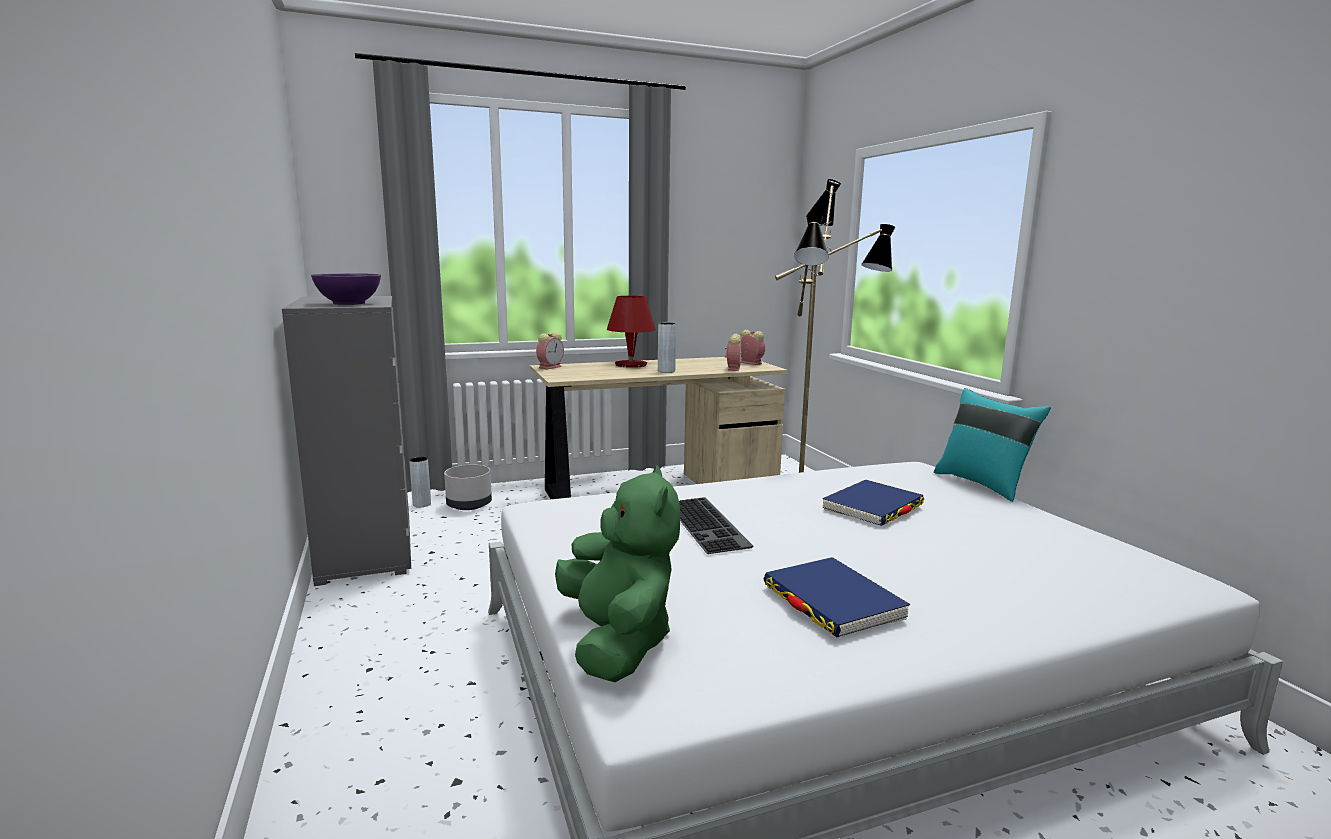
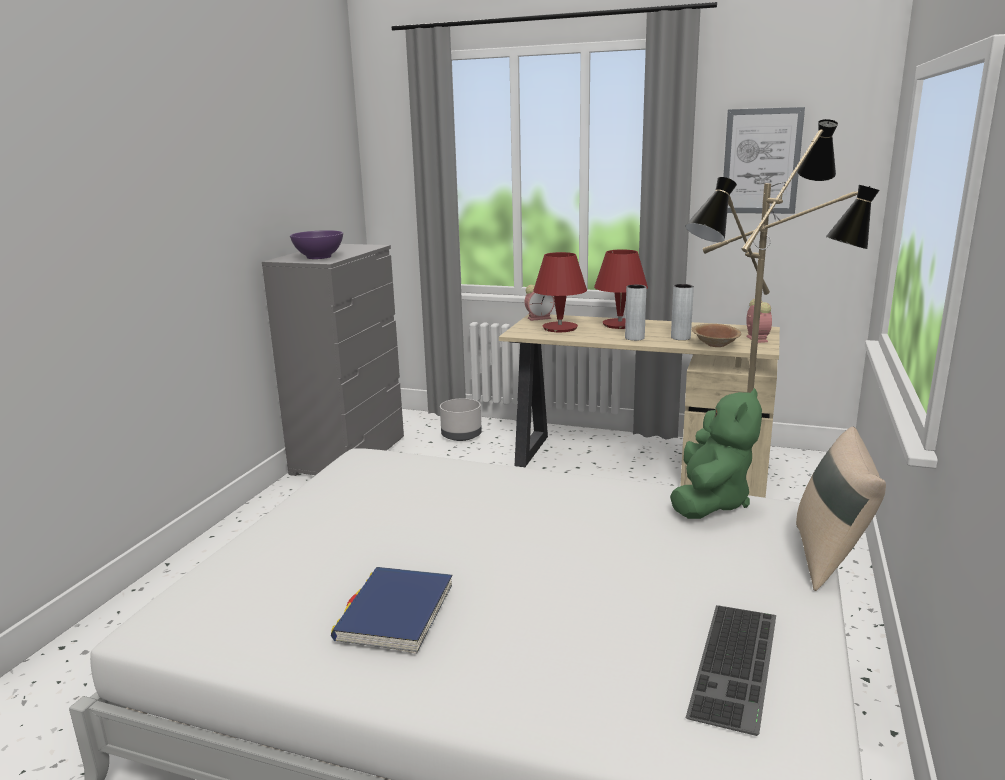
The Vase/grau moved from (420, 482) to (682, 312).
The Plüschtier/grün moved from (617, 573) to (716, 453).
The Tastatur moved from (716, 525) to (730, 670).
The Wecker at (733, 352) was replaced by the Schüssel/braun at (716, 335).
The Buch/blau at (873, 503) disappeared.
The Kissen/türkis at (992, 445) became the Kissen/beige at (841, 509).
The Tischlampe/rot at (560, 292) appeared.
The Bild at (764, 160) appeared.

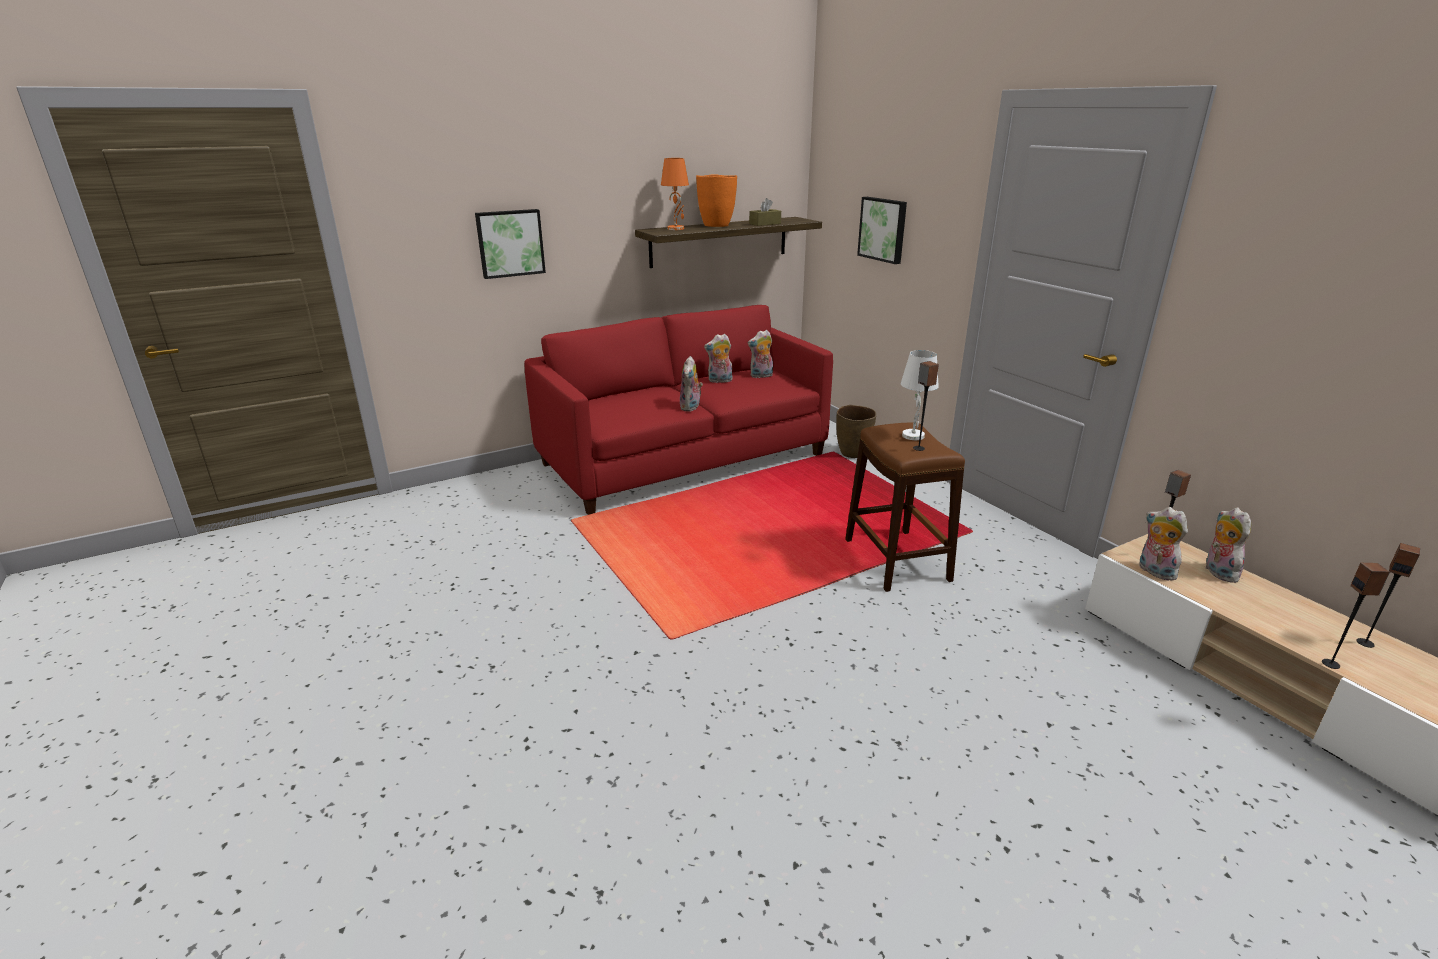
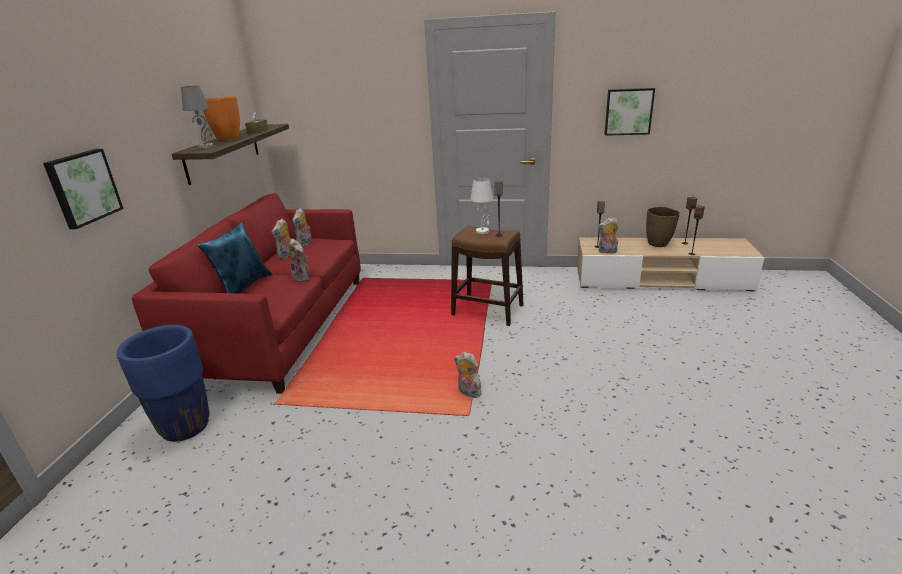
The Tischlampe/orange at (675, 194) became the Tischlampe/grau at (197, 117).
The Vase/braun moved from (856, 431) to (663, 227).
The Bild moved from (882, 230) to (629, 112).
The Plüschtier moved from (1227, 545) to (468, 375).
The Pflanzkübel/blau at (163, 383) appeared.
The Kissen/blau at (235, 258) appeared.

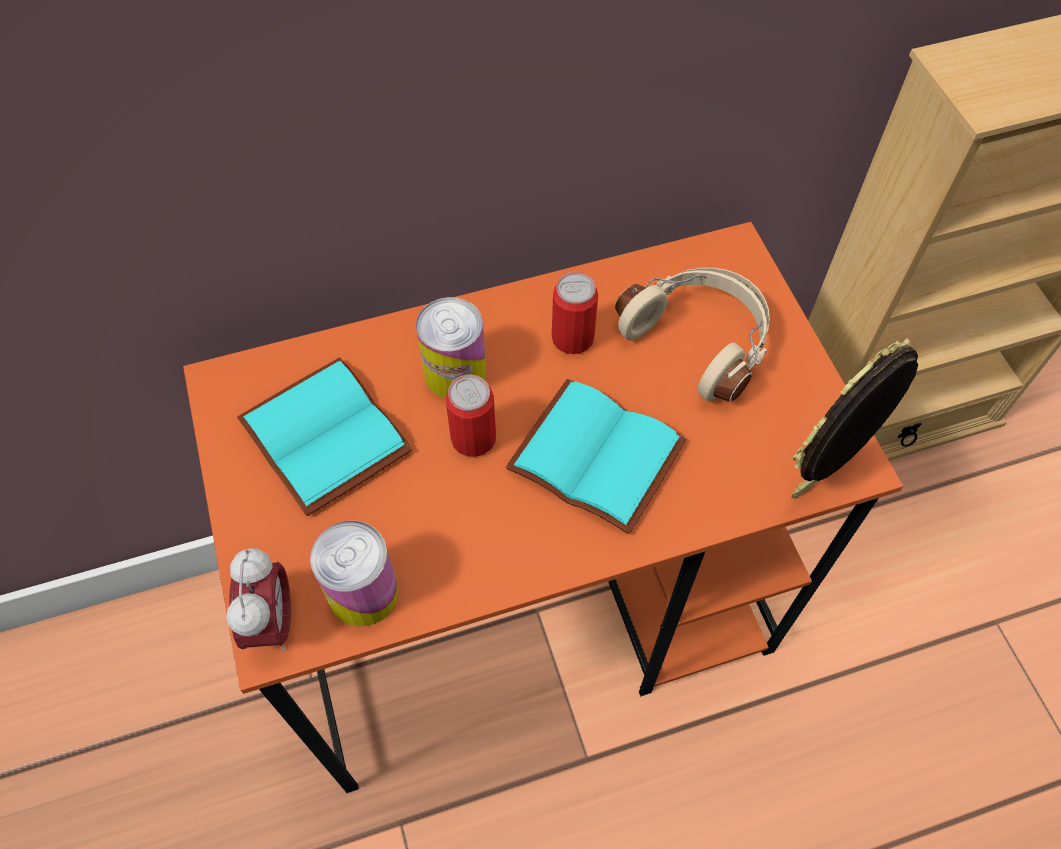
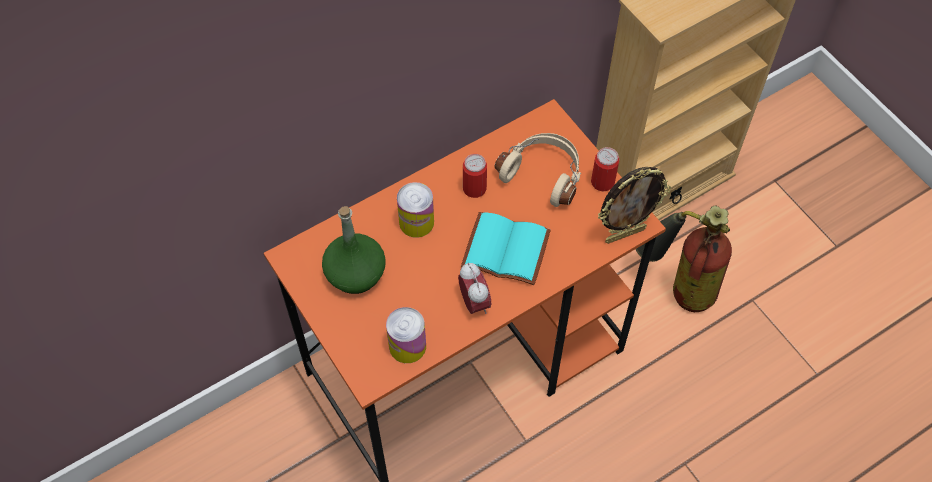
The Wecker moved from (259, 599) to (474, 288).
The Buch/türkis at (324, 436) was replaced by the Flasche/grün at (354, 250).
The Dose moved from (471, 415) to (605, 169).
The Bilderrahmen at (854, 419) turned 150 degrees counterclockwise.
The Feuerlöscher at (684, 259) appeared.

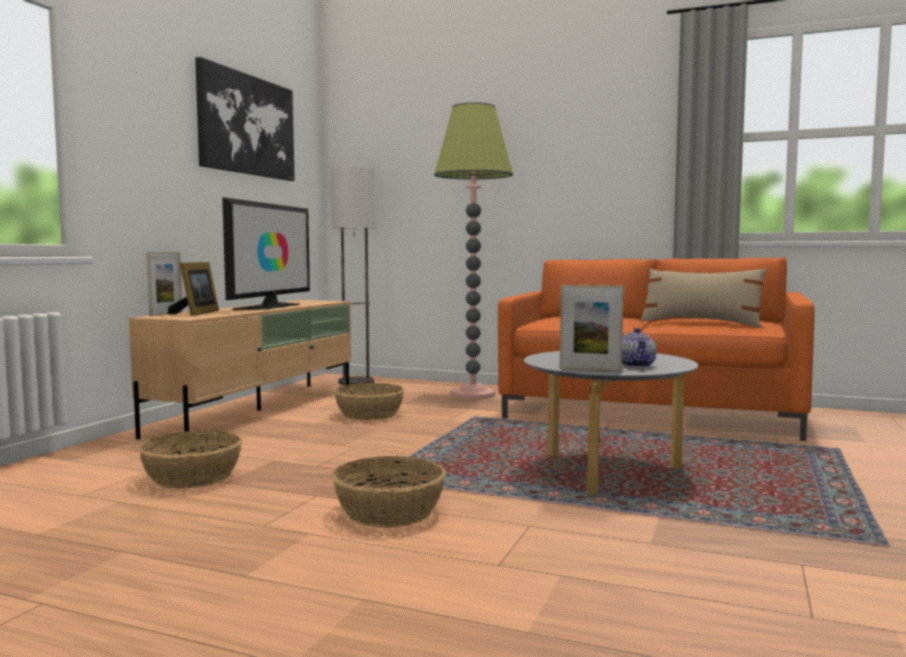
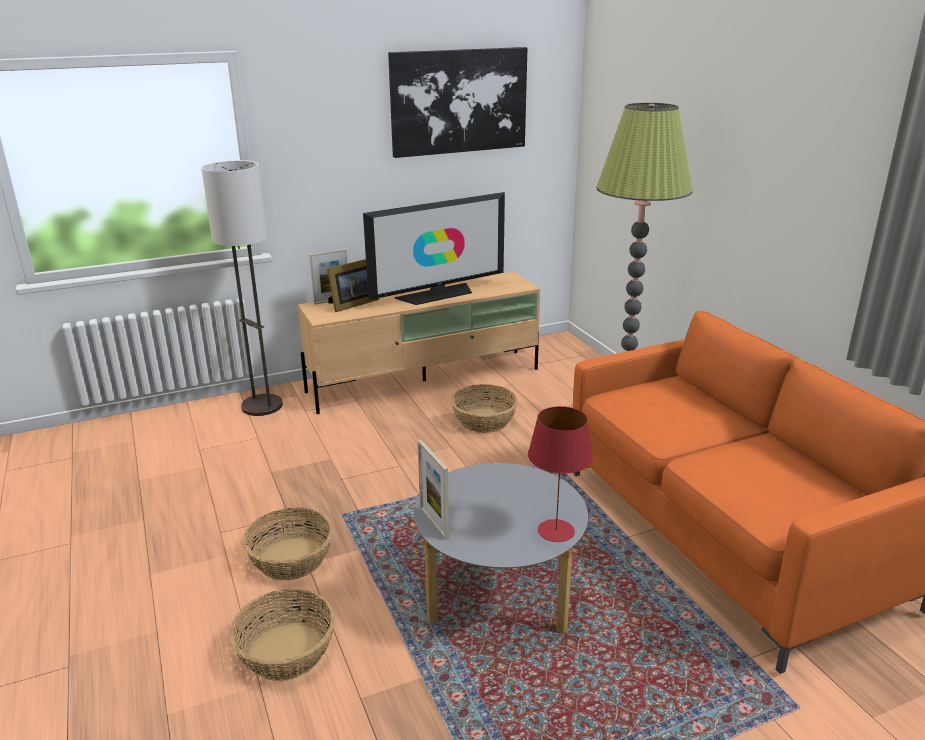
The Korb moved from (190, 459) to (282, 635).
The Stehlampe moved from (353, 275) to (242, 288).
The Teekanne at (639, 348) disappeared.
The Kissen/beige at (703, 297) disappeared.
The Tischlampe/rot at (560, 474) appeared.

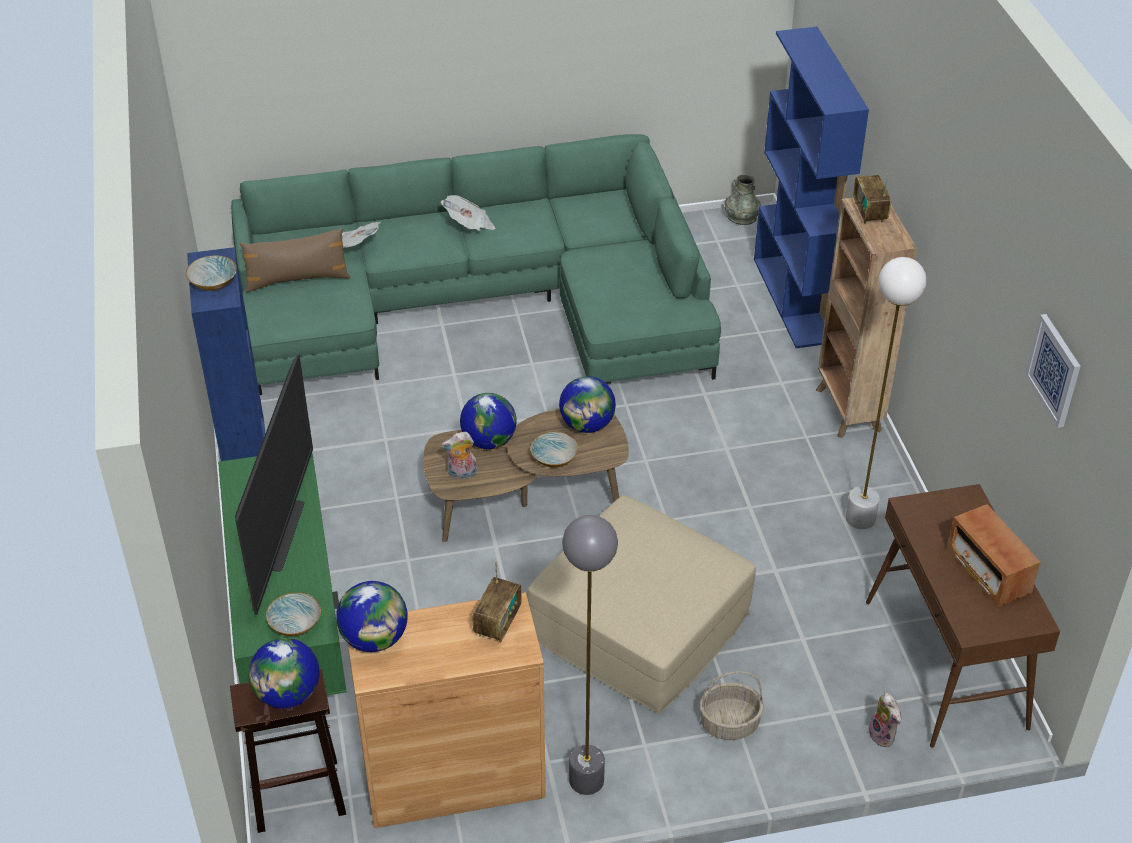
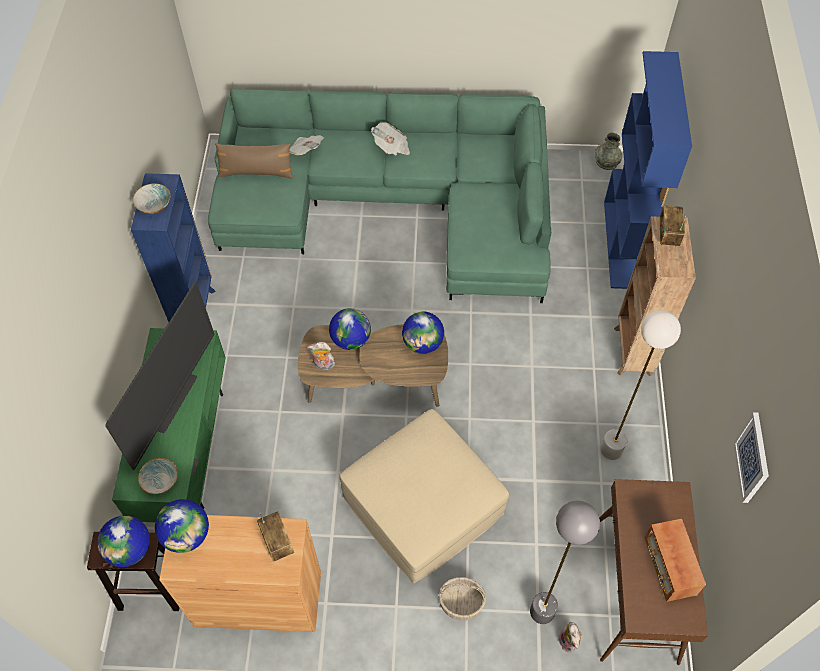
The Radio at (497, 602) turned 60 degrees counterclockwise.
The Schüssel at (554, 450) disappeared.
The Stehlampe/grau moved from (590, 655) to (565, 562).

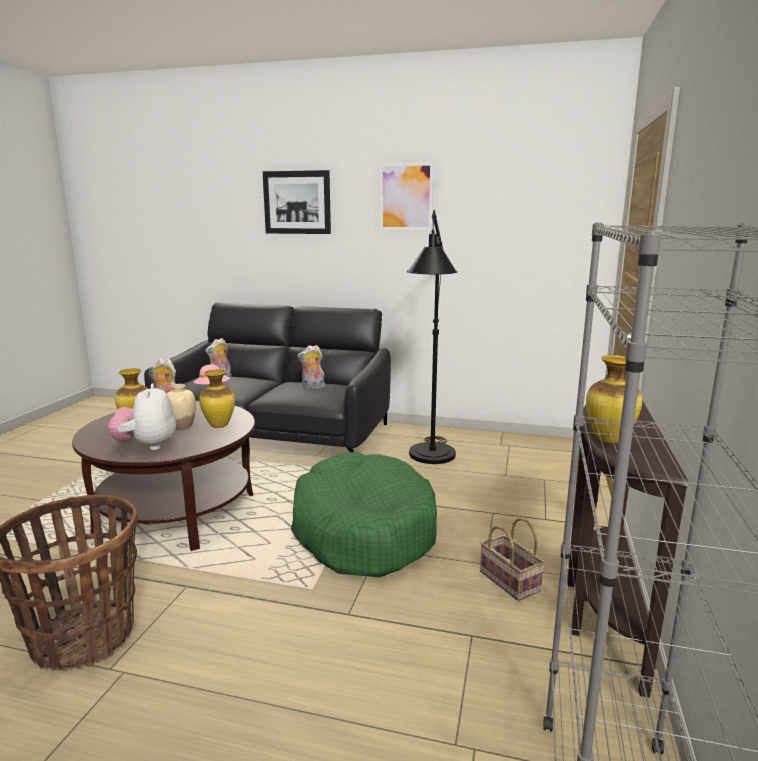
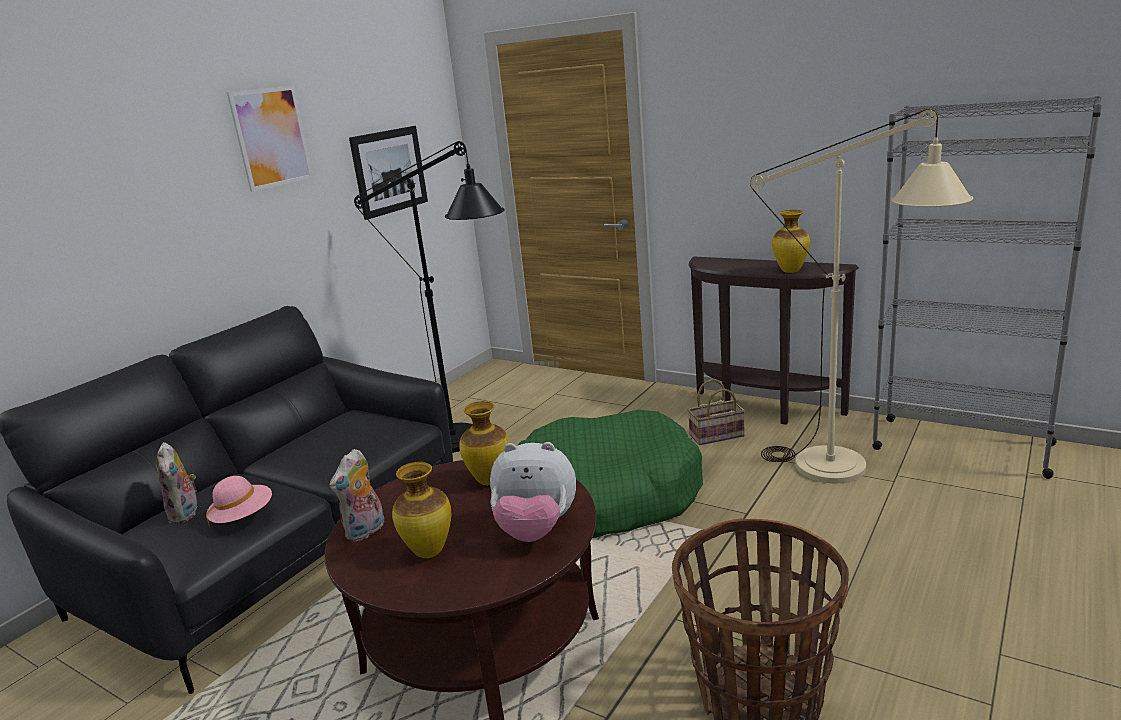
The Vase/beige at (181, 406) disappeared.
The Bild moved from (297, 202) to (388, 173).
The Plüschtier at (311, 367) disappeared.
The Stehlampe/beige at (861, 296) appeared.

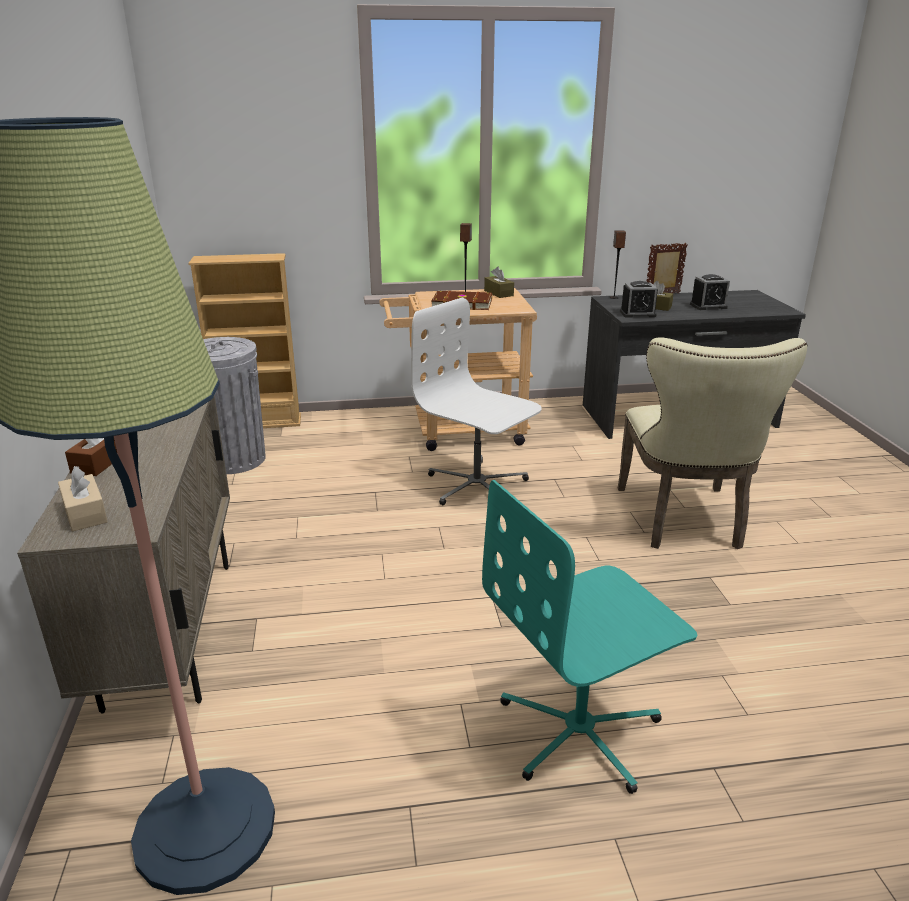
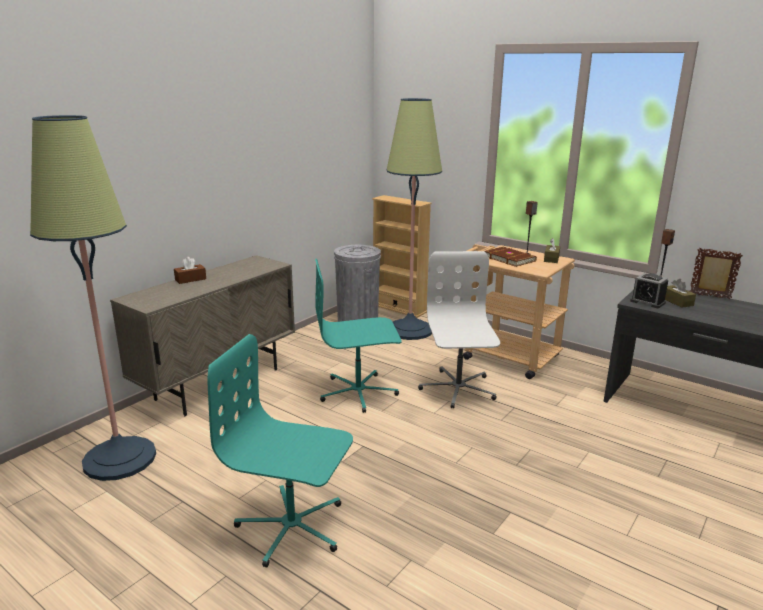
The Taschentuchbox/beige at (83, 498) disappeared.
The Stuhl/beige at (713, 443) disappeared.
The Wecker at (710, 292) disappeared.
The Bürostuhl/türkis at (358, 336) appeared.
The Stehlampe at (414, 219) appeared.

